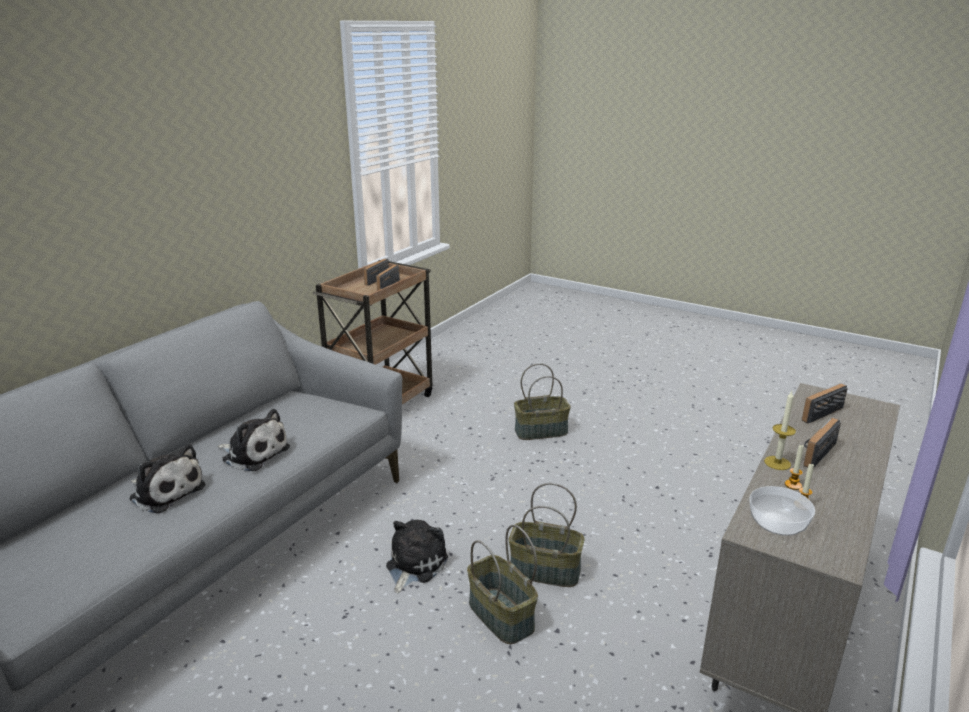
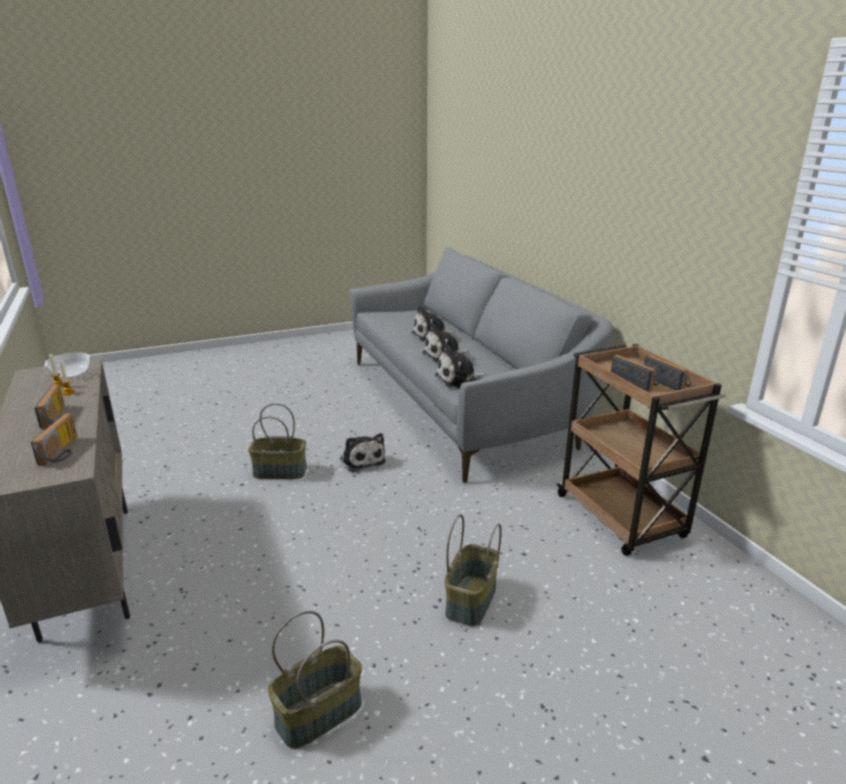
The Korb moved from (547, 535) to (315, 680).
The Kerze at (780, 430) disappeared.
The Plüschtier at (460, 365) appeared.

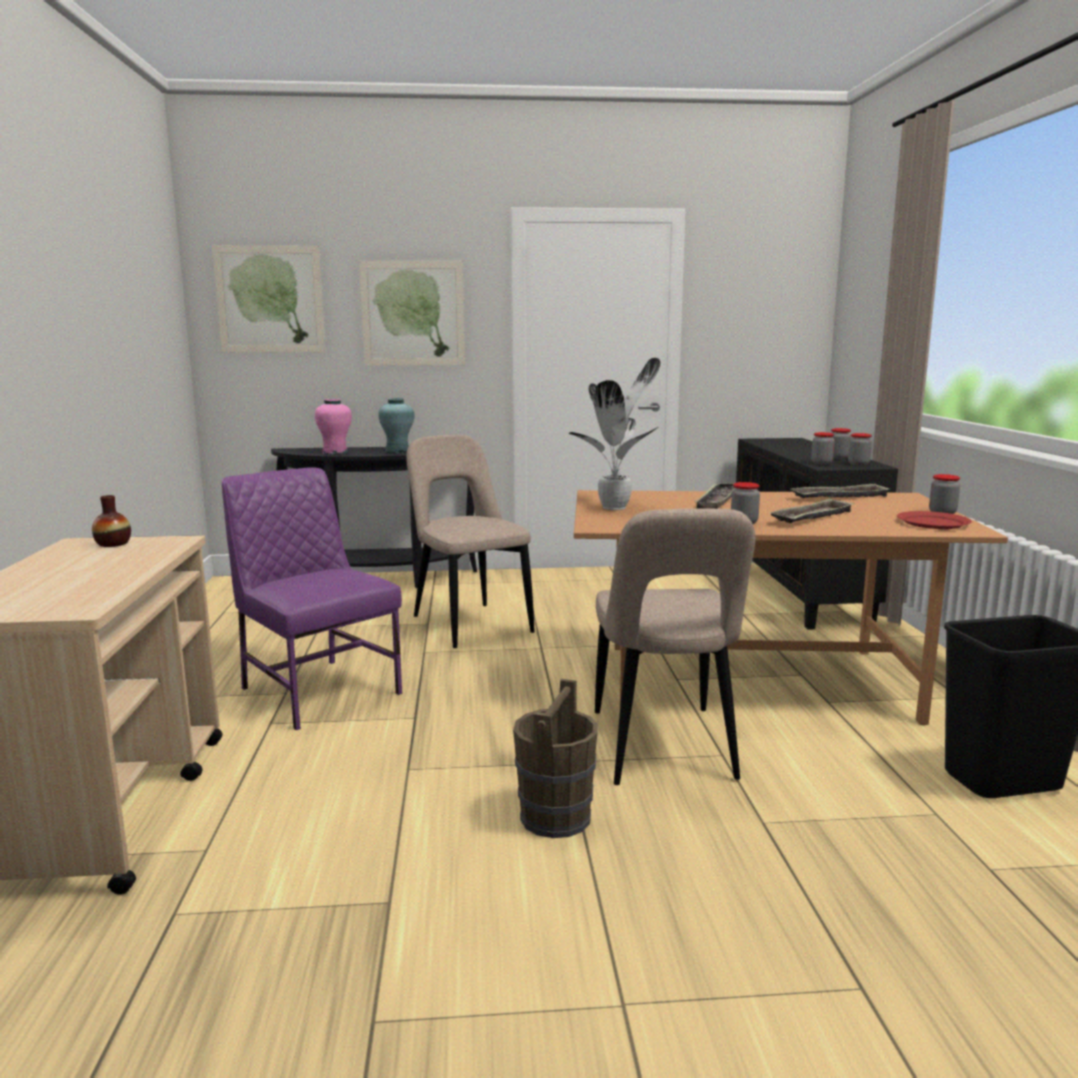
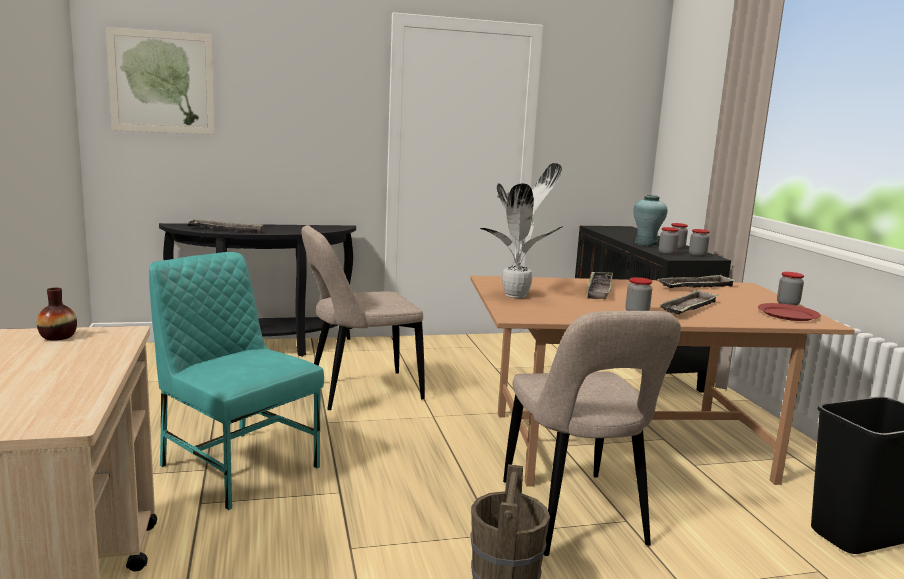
The Stuhl/lila at (312, 598) became the Stuhl/türkis at (236, 381).
The Vase/rosa at (333, 427) was replaced by the Tablett at (225, 226).
The Bild at (412, 313) disappeared.
The Vase/türkis moved from (396, 426) to (650, 220).
The Stuhl/beige at (470, 541) turned 75 degrees counterclockwise.

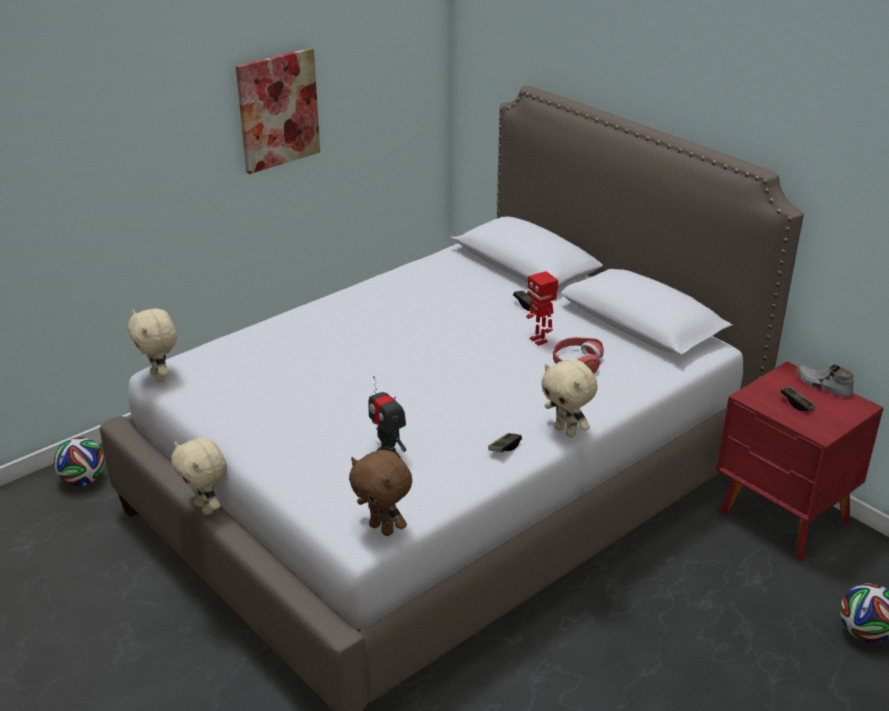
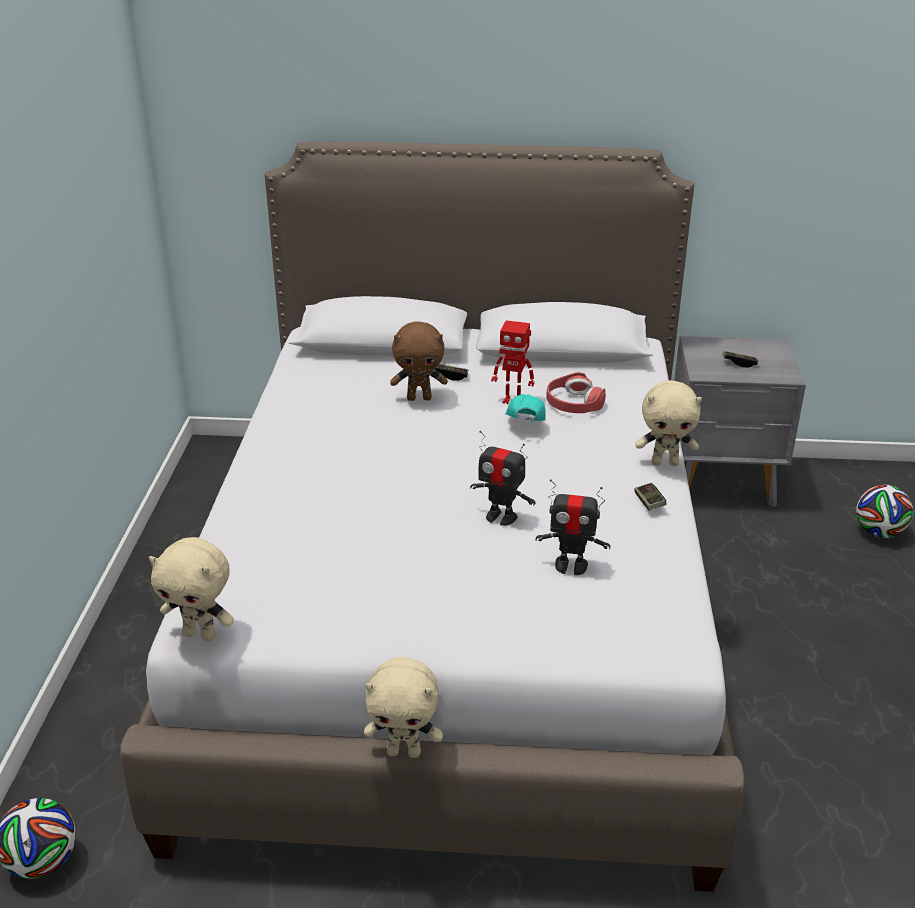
The Bild at (278, 111) disappeared.
The Plüschtier/braun moved from (380, 493) to (419, 361).
The Nachttisch/rot at (800, 461) became the Nachttisch/grau at (740, 421).
The Schuh/grau at (825, 381) disappeared.
The Spielzeugroboter at (503, 478) appeared.
The Kappe/türkis at (525, 408) appeared.

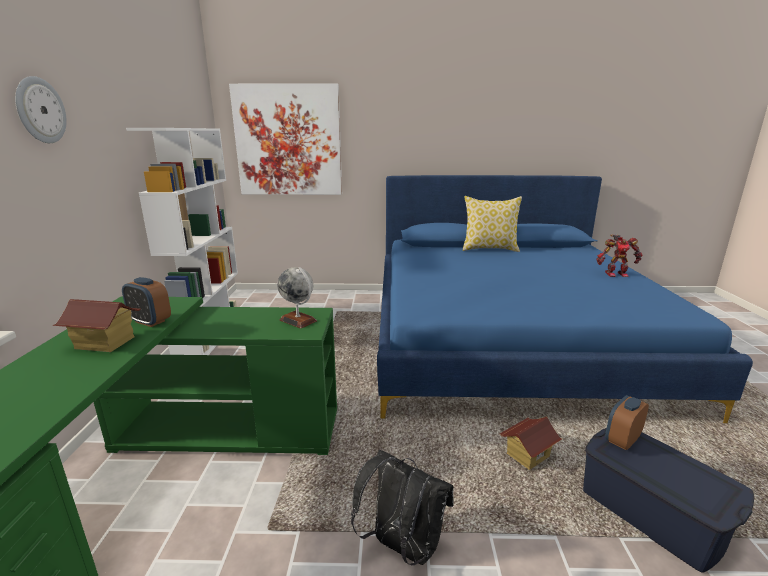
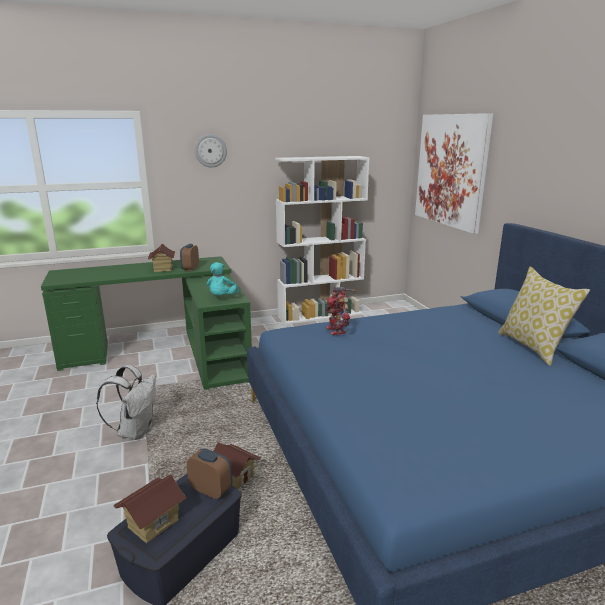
The Globus at (297, 298) was replaced by the Plüschtier/türkis at (223, 279).
The Rucksack/schwarz at (402, 508) became the Rucksack/weiß at (126, 402).
The Spielzeugroboter moved from (619, 255) to (341, 311).
The Spielzeughaus at (150, 509) appeared.

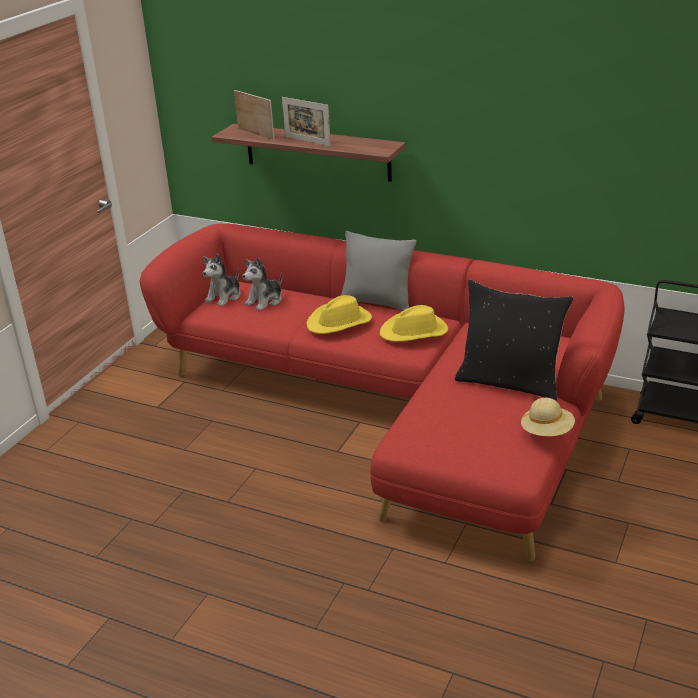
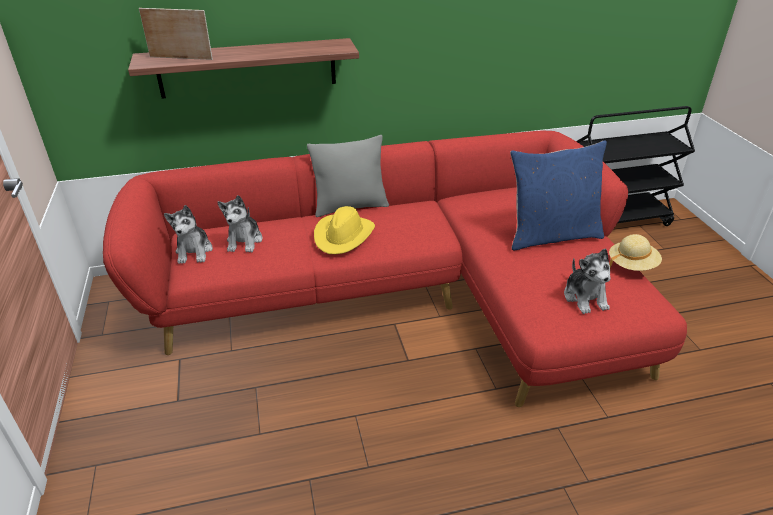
The Bilderrahmen at (306, 121) disappeared.
The Hut/gelb at (414, 323) disappeared.
The Kissen/schwarz at (514, 340) became the Kissen/blau at (558, 195).
The Plüschtier at (587, 281) appeared.

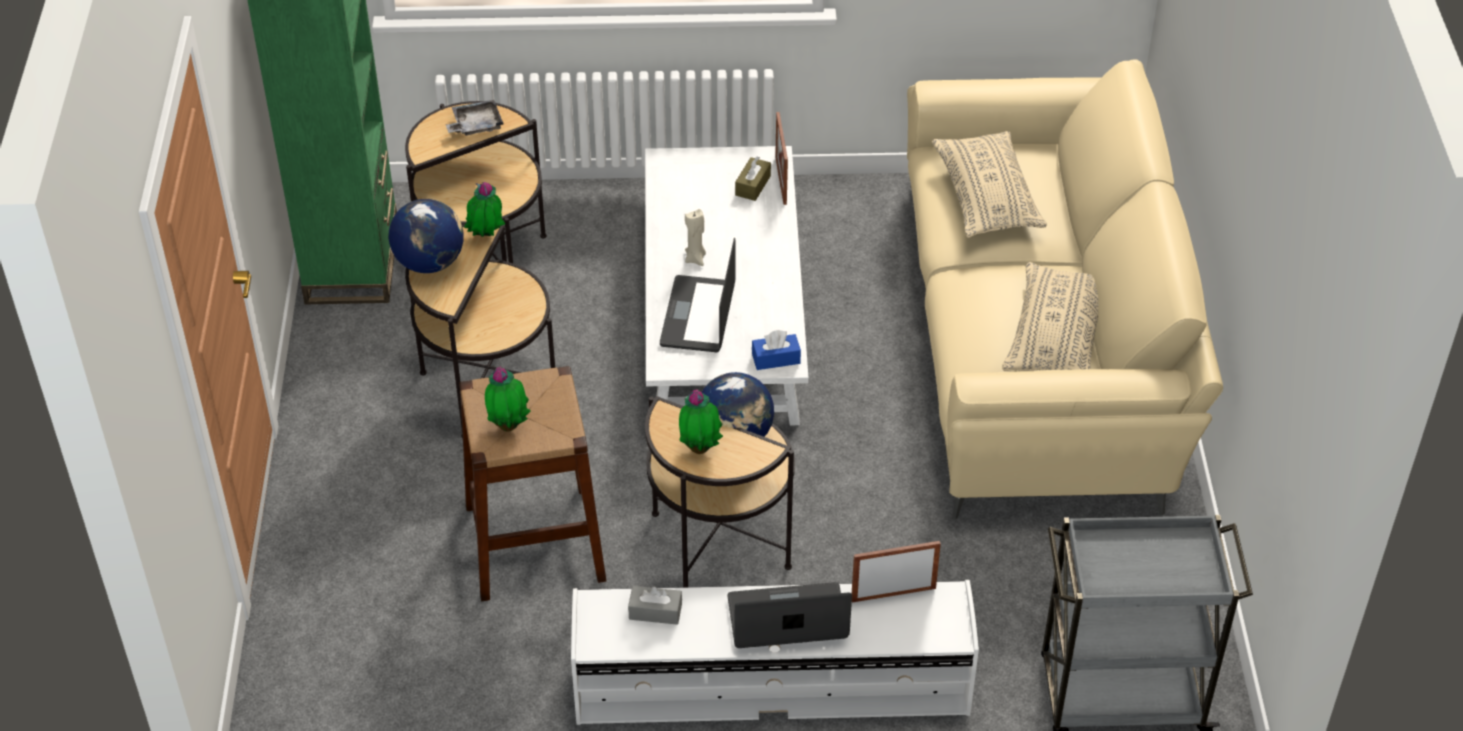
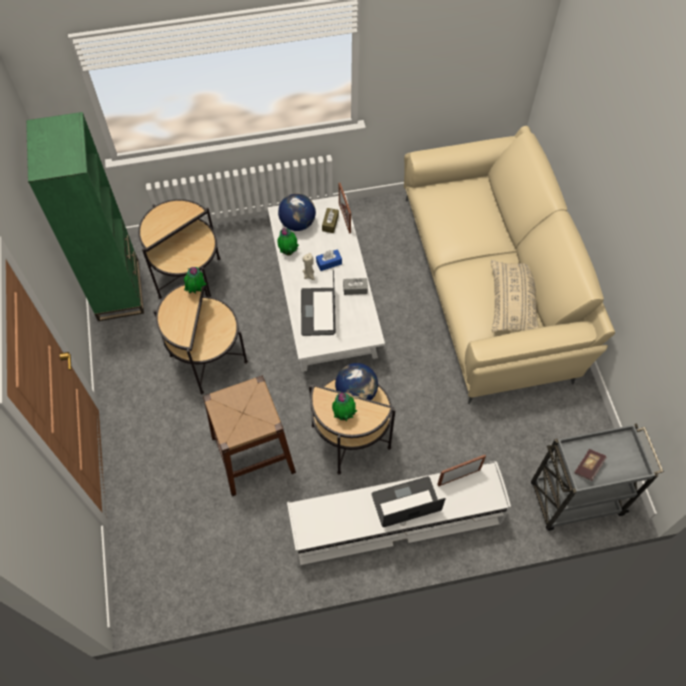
The Globus moved from (426, 236) to (297, 212).
The Tablett/grau at (475, 118) disappeared.
The Topfpflanze moved from (508, 399) to (288, 242).
The Taschentuchbox/grau moved from (655, 605) to (355, 286).
The Taschentuchbox/blau moved from (776, 350) to (329, 260).
The Kissen/beige at (989, 184) disappeared.
The Buch at (590, 465) appeared.

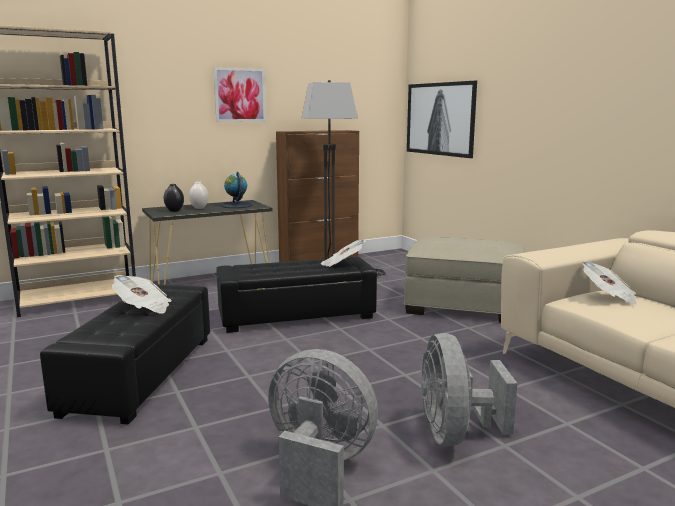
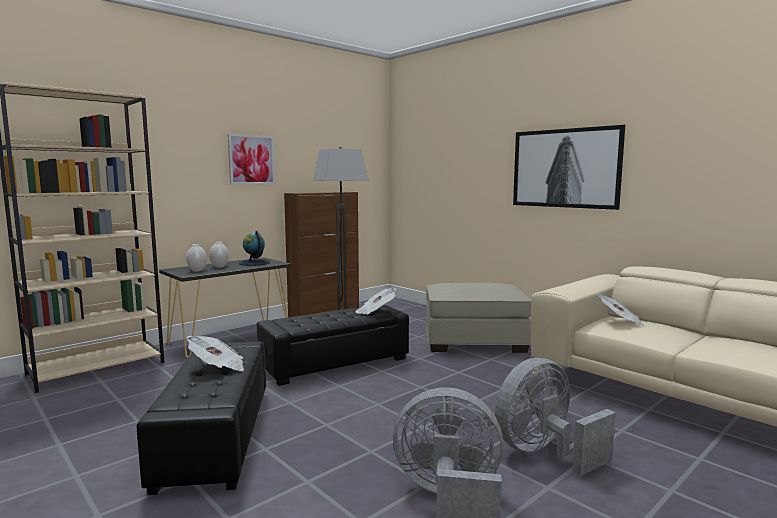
The Vase/schwarz at (174, 198) became the Vase/weiß at (196, 258).
The Bild moved from (442, 119) to (569, 167).
The Ventilator/grau at (469, 389) turned 75 degrees clockwise.

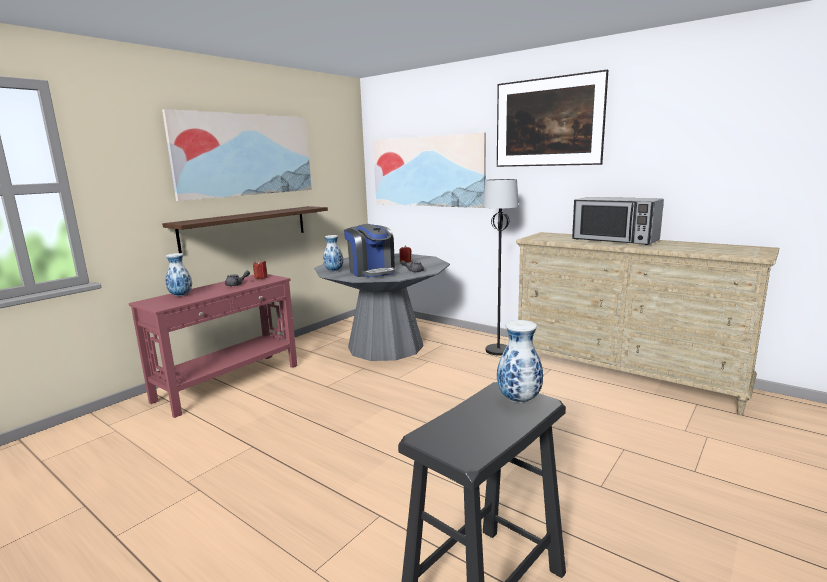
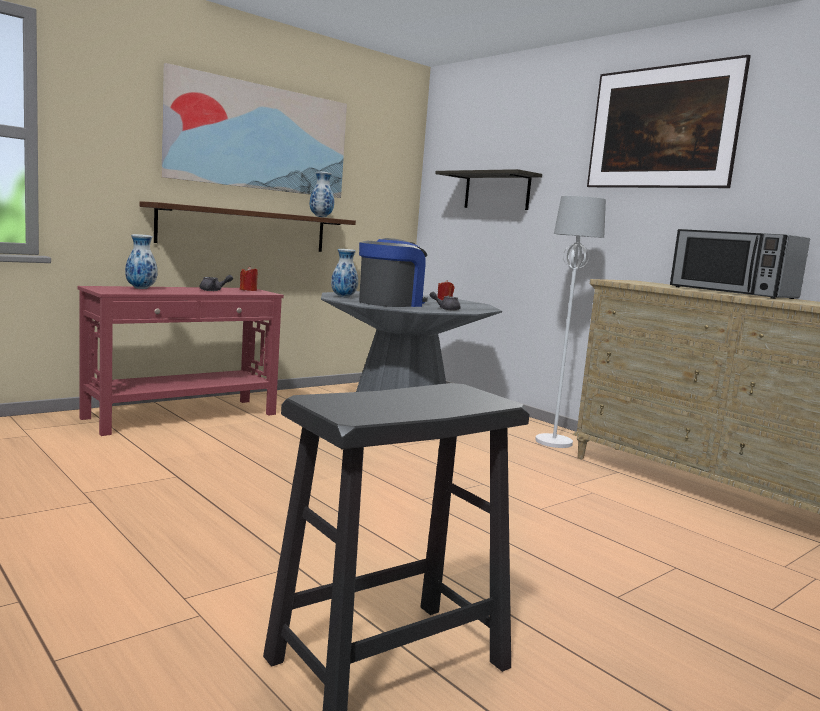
The Kaffeemaschine at (369, 250) turned 120 degrees counterclockwise.
The Bild at (429, 170) was replaced by the Wandregal at (488, 189).
The Stehlampe/schwarz at (501, 267) became the Stehlampe/weiß at (570, 322).
The Vase moved from (520, 361) to (322, 194).

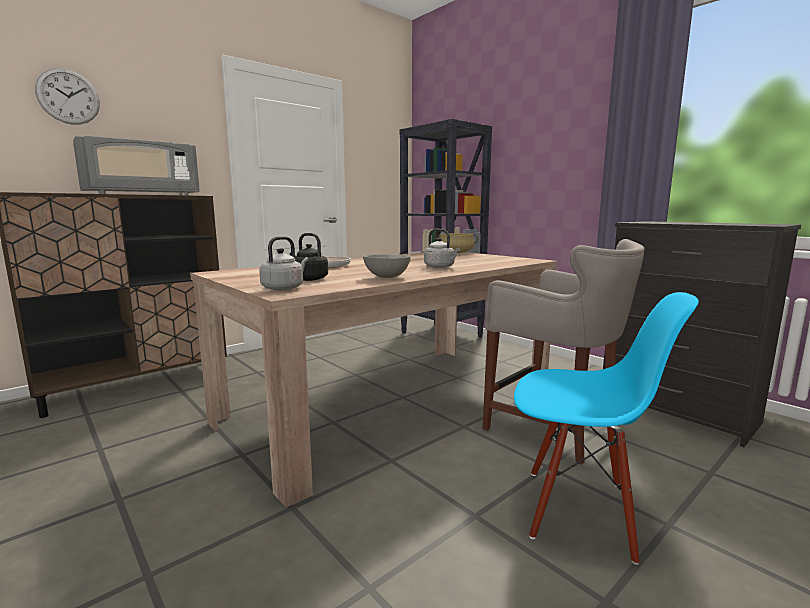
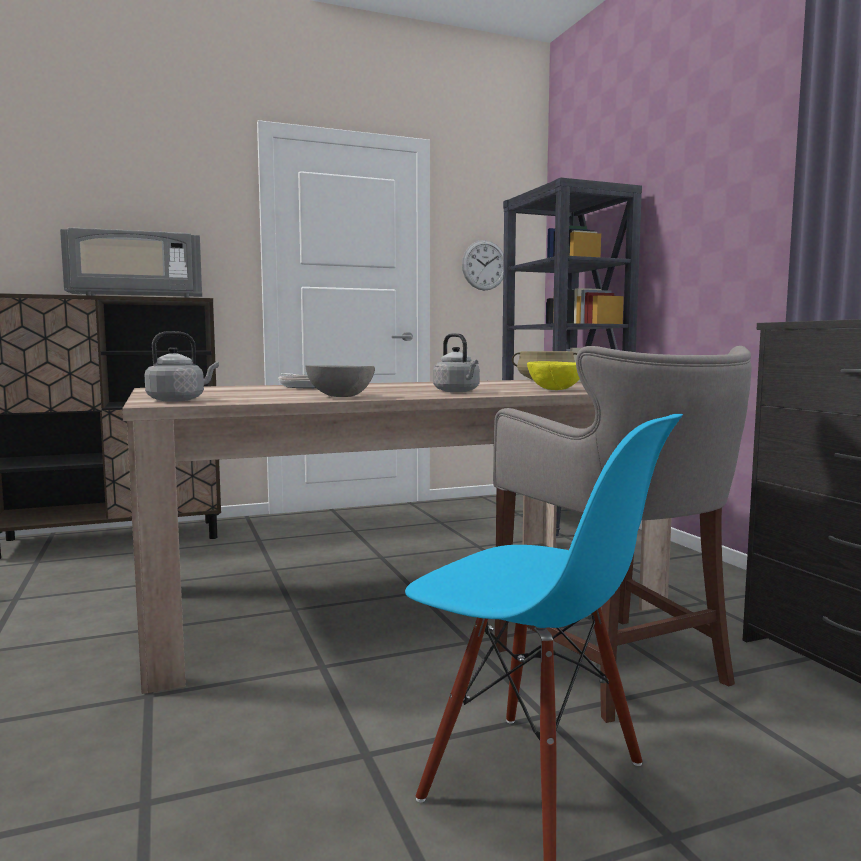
The Wanduhr moved from (67, 96) to (483, 265).
The Wasserkessel/schwarz at (309, 257) disappeared.
The Schüssel/gelb at (553, 375) appeared.

